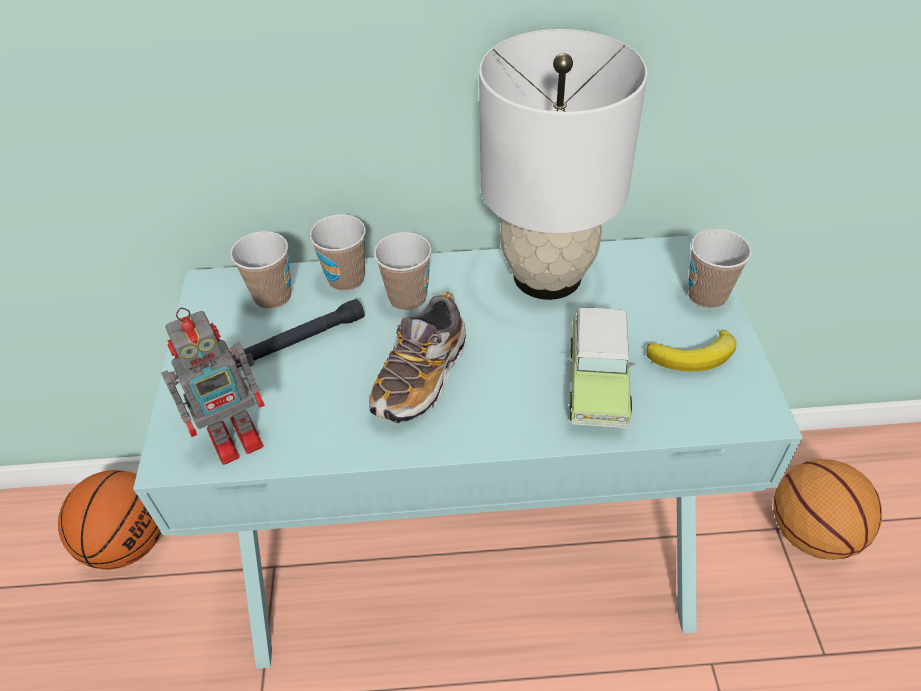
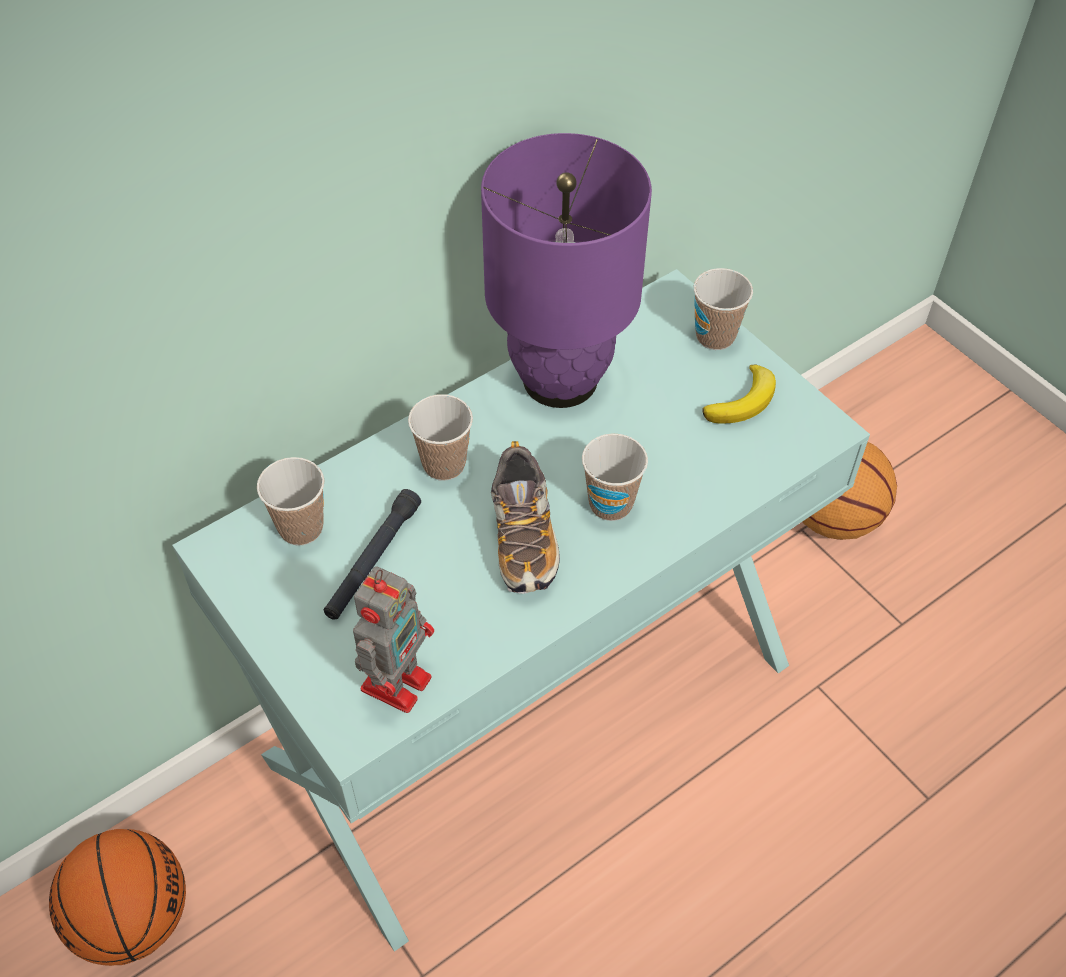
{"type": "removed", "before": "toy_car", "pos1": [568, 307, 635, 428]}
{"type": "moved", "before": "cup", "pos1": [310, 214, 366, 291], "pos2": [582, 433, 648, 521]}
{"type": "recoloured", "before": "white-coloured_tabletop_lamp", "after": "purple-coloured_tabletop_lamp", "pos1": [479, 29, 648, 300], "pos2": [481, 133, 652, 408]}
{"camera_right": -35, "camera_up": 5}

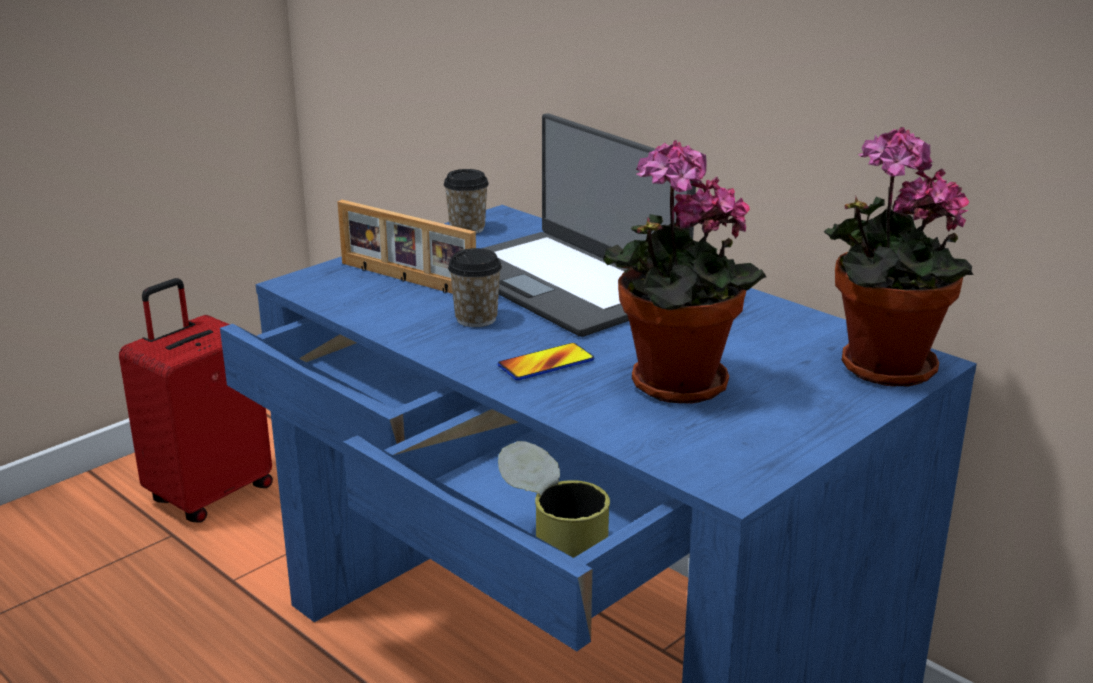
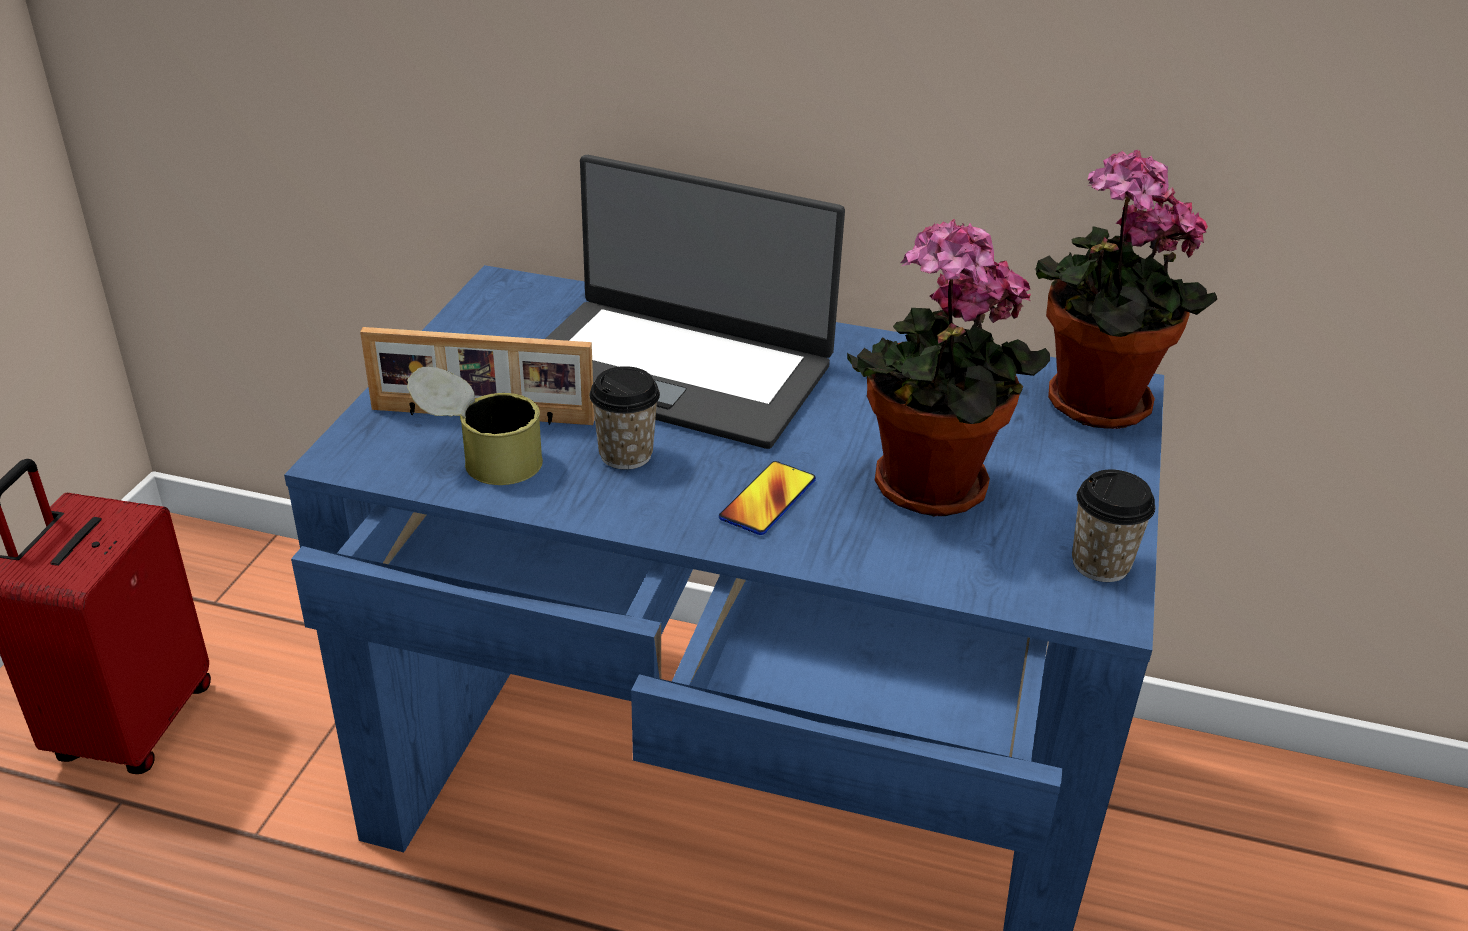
{"type": "moved", "before": "cup", "pos1": [444, 169, 489, 234], "pos2": [1072, 469, 1155, 582]}
{"type": "moved", "before": "sealed_can", "pos1": [498, 441, 610, 558], "pos2": [407, 366, 543, 485]}
{"camera_right": -30, "camera_up": 10}

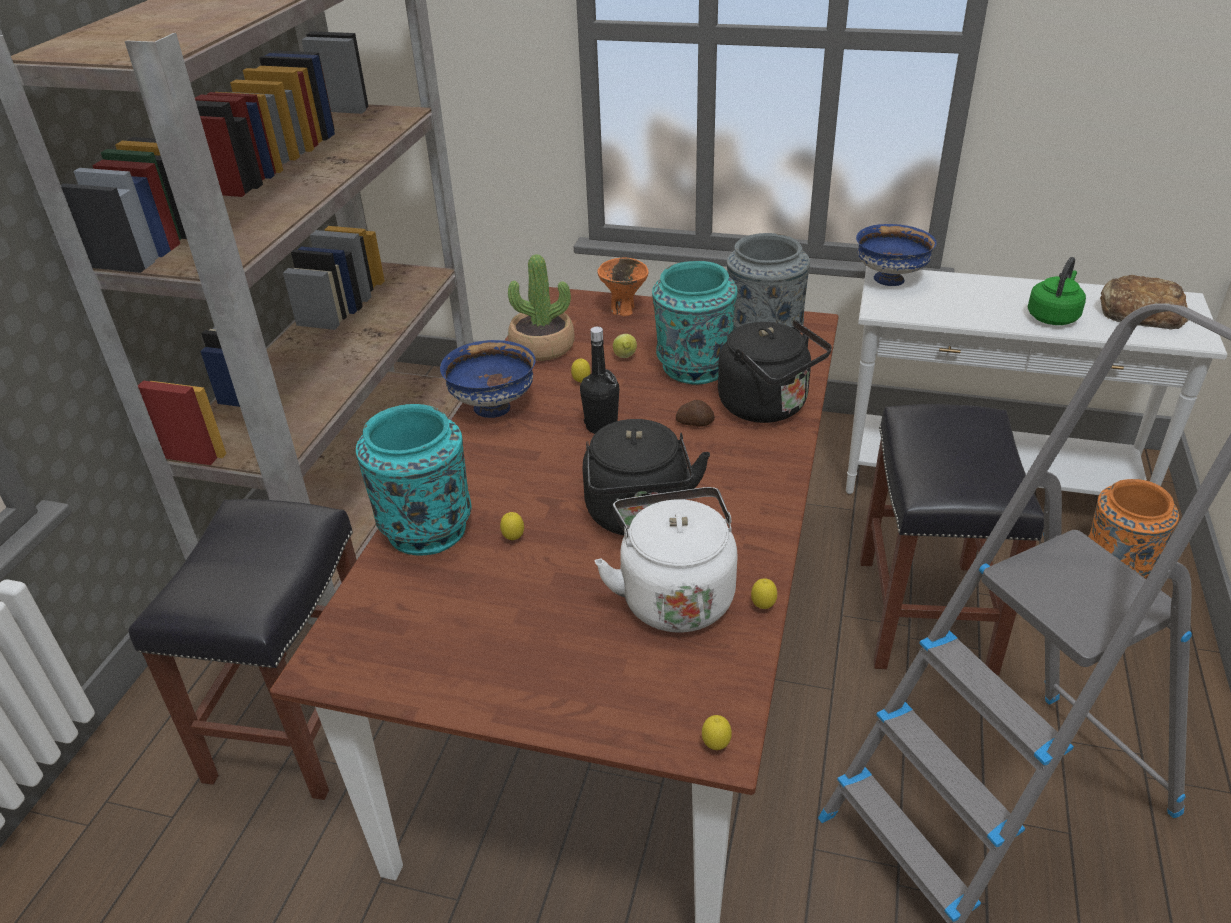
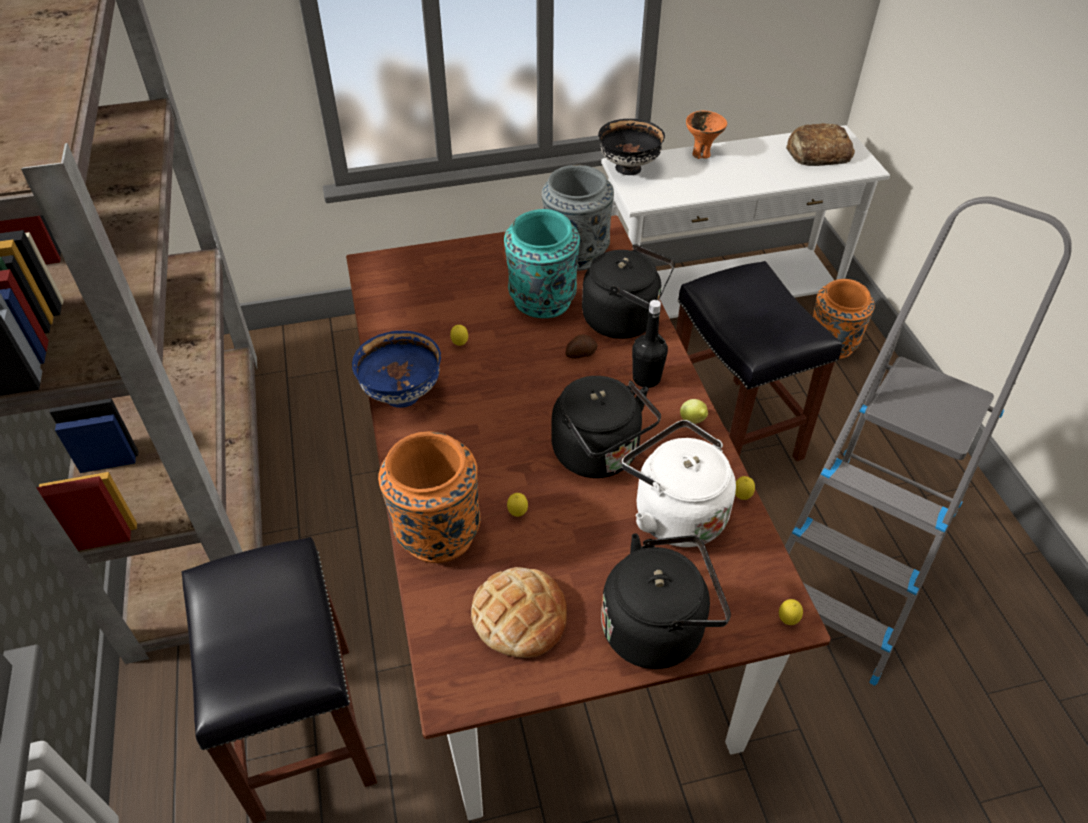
{"type": "removed", "before": "potted_plant", "pos1": [508, 254, 575, 361]}
{"type": "removed", "before": "green-coloured_tea_kettle", "pos1": [1028, 257, 1086, 325]}
{"type": "added", "after": "bakery_bread", "pos2": [471, 567, 567, 658]}
{"type": "added", "after": "black-coloured_tea_kettle", "pos2": [601, 533, 731, 669]}
{"type": "moved", "before": "black-coloured_bottle", "pos1": [580, 327, 619, 434], "pos2": [632, 300, 668, 388]}
{"type": "moved", "before": "orange-coloured_bowl", "pos1": [597, 258, 649, 317], "pos2": [686, 110, 727, 159]}
{"type": "moved", "before": "lemon", "pos1": [613, 334, 637, 358], "pos2": [680, 399, 708, 424]}
{"type": "recoloured", "before": "turquoise-coloured_vase", "after": "orange-coloured_vase", "pos1": [356, 404, 472, 555], "pos2": [378, 431, 481, 563]}
{"type": "recoloured", "before": "blue-coloured_bowl", "after": "black-coloured_bowl", "pos1": [856, 224, 937, 286], "pos2": [598, 119, 665, 175]}
{"camera_right": -30, "camera_up": 10}

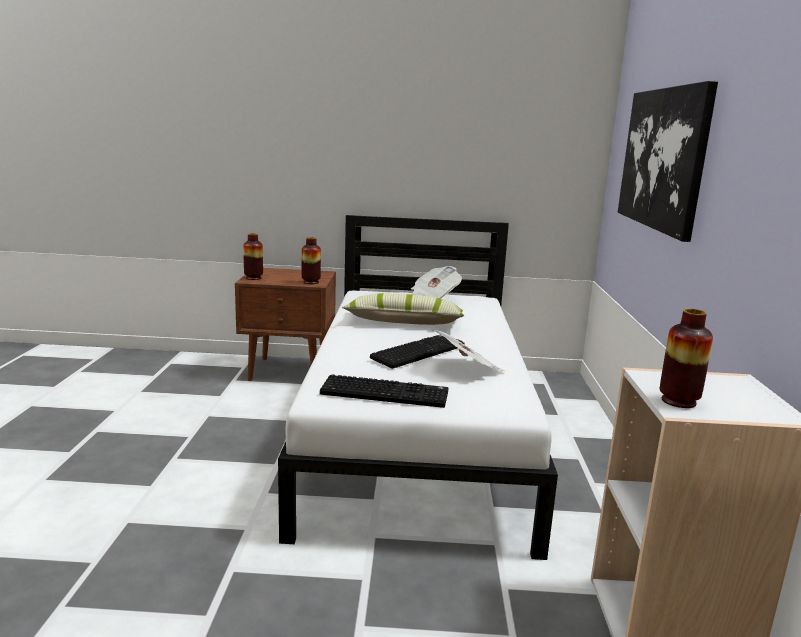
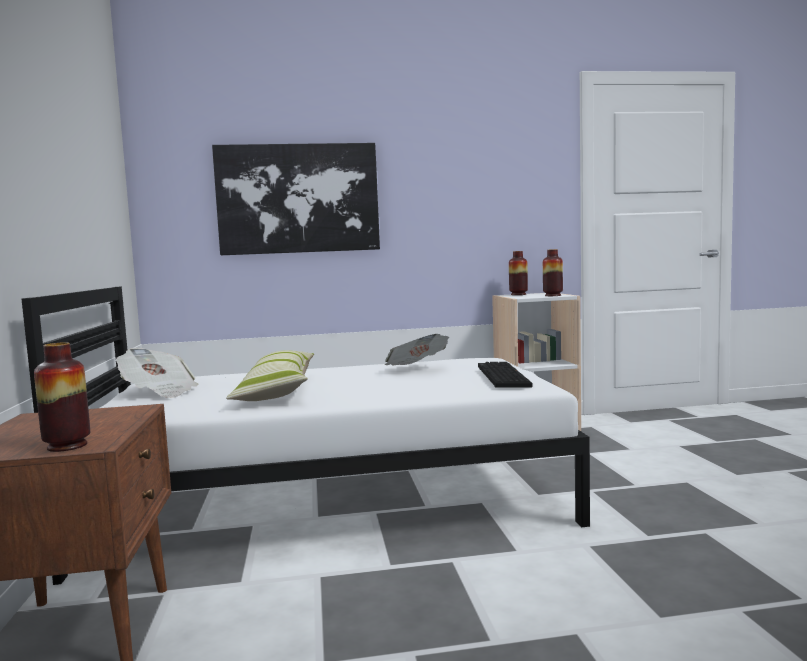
{"type": "removed", "before": "computer_keyboard", "pos1": [370, 335, 464, 369]}
{"type": "moved", "before": "vase", "pos1": [302, 237, 321, 284], "pos2": [509, 251, 528, 295]}
{"camera_right": -100, "camera_up": -10}

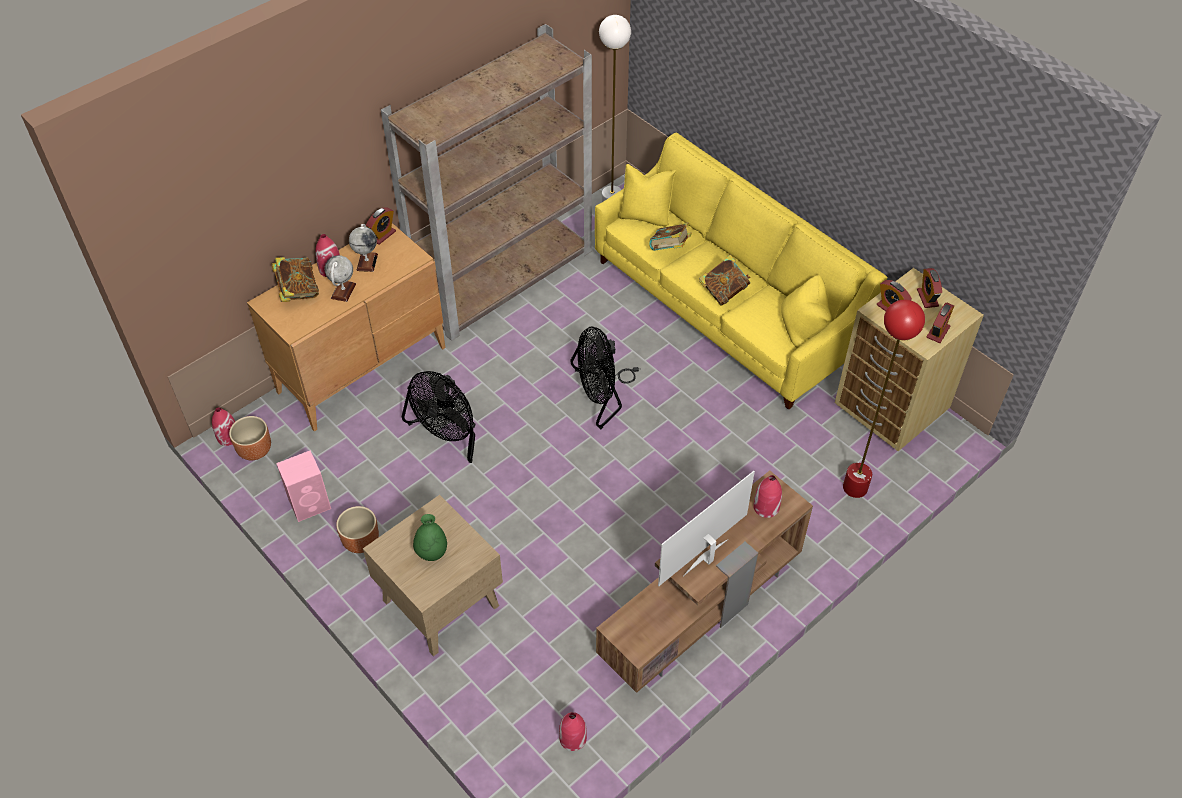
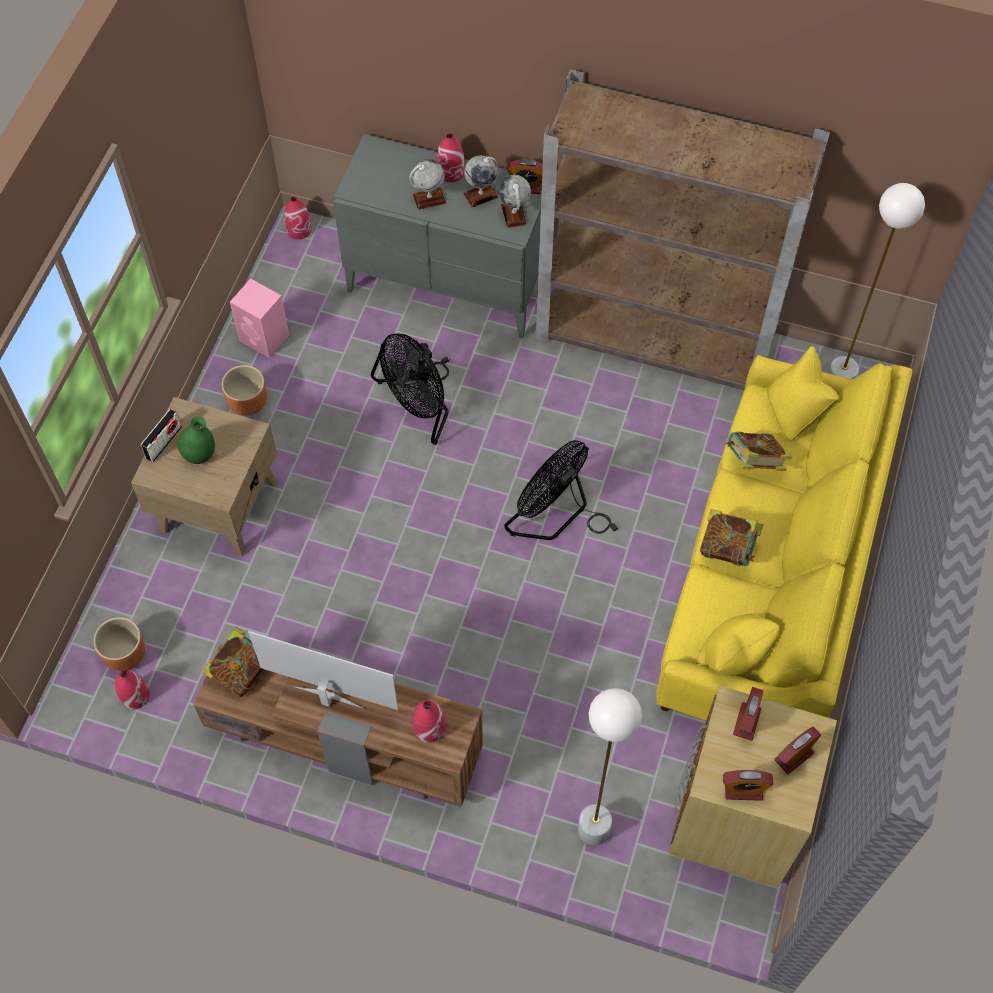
{"type": "added", "after": "radio", "pos2": [140, 409, 182, 462]}
{"type": "added", "after": "world_globe", "pos2": [498, 175, 531, 228]}
{"type": "moved", "before": "brownish_plant_pot", "pos1": [229, 416, 271, 460], "pos2": [93, 617, 145, 671]}
{"type": "moved", "before": "volume", "pos1": [271, 257, 319, 302], "pos2": [202, 627, 263, 697]}
{"type": "recoloured", "before": "brownish_cupboard", "after": "gray_cupboard", "pos1": [247, 223, 445, 432], "pos2": [333, 134, 542, 339]}
{"type": "recoloured", "before": "red_standard_lamp", "after": "white-coloured_standard_lamp", "pos1": [843, 299, 925, 498], "pos2": [578, 688, 642, 845]}
{"type": "turned", "before": "black-coloured_cooling_fan", "pos1": [402, 371, 476, 463], "pos2": [371, 334, 450, 445], "turn": -45}
{"camera_right": 60, "camera_up": 10}

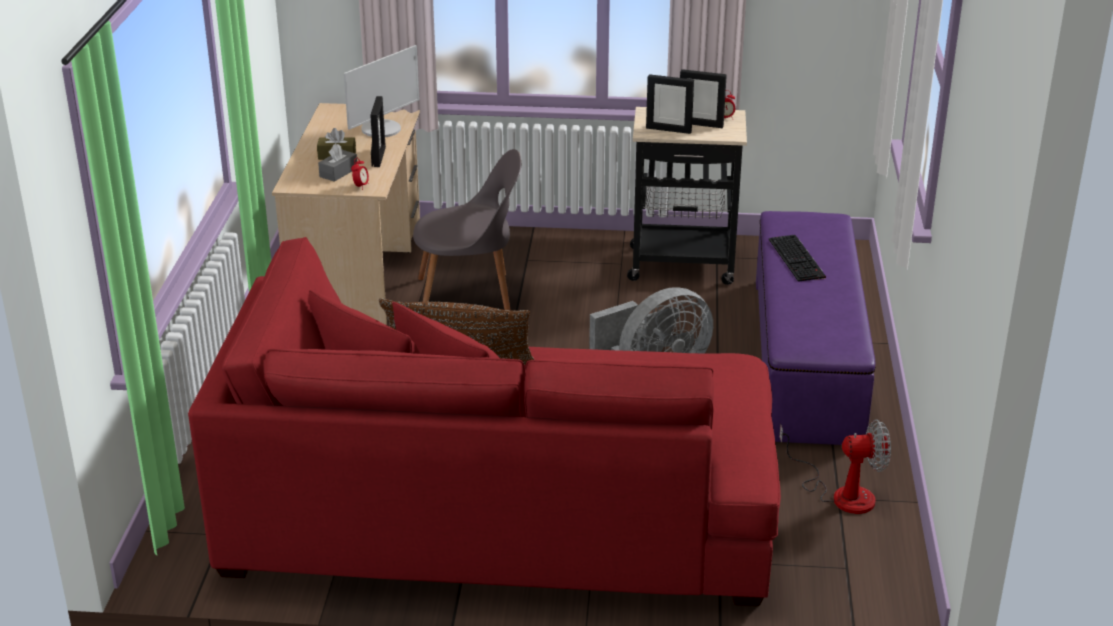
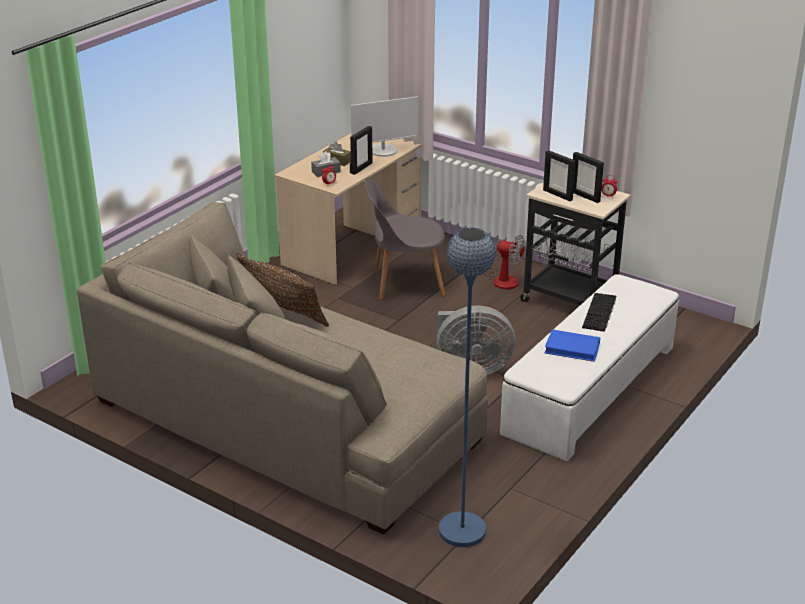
{"type": "added", "after": "blue-coloured_standard_lamp", "pos2": [439, 228, 496, 547]}
{"type": "added", "after": "blue-coloured_volume", "pos2": [545, 329, 600, 362]}
{"type": "moved", "before": "cooling_fan", "pos1": [779, 419, 891, 514], "pos2": [486, 234, 526, 290]}
{"type": "recoloured", "before": "red_couch", "after": "sand-coloured_couch", "pos1": [188, 237, 781, 606], "pos2": [77, 202, 488, 535]}
{"type": "recoloured", "before": "purple-coloured_indoor_bench", "after": "white-coloured_indoor_bench", "pos1": [756, 211, 876, 445], "pos2": [500, 274, 679, 461]}
{"type": "turned", "before": "gray_chair", "pos1": [413, 149, 521, 310], "pos2": [365, 178, 445, 300], "turn": 150}
{"camera_right": 30, "camera_up": 0}

